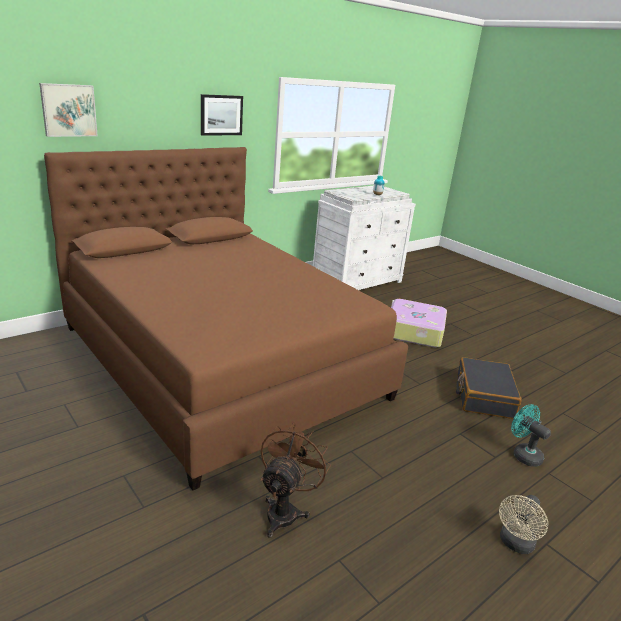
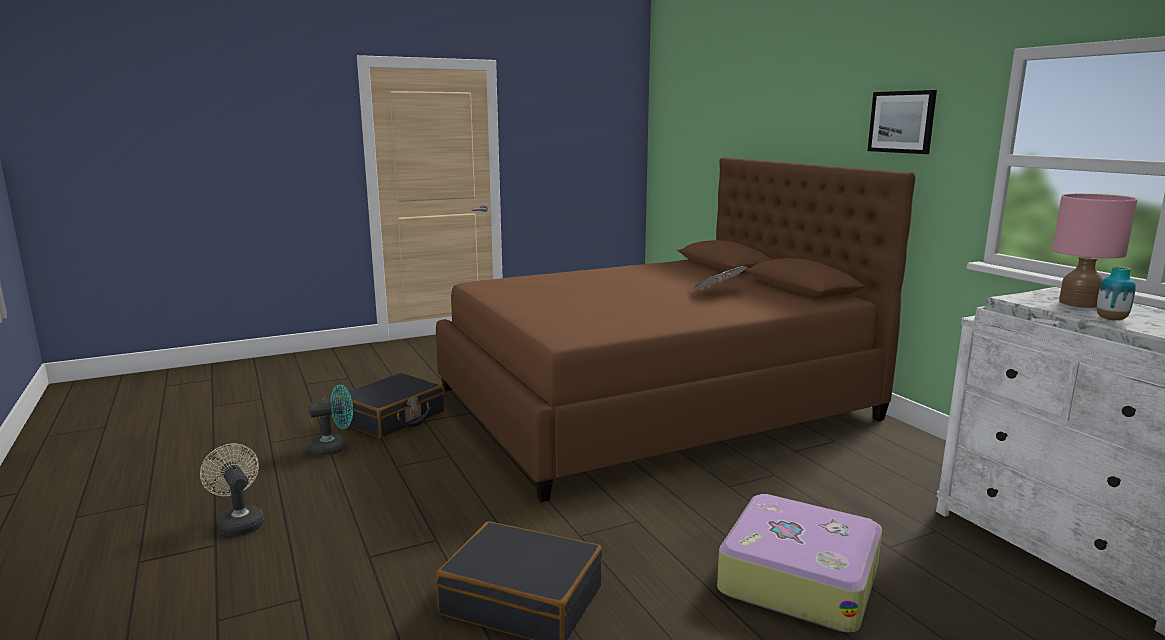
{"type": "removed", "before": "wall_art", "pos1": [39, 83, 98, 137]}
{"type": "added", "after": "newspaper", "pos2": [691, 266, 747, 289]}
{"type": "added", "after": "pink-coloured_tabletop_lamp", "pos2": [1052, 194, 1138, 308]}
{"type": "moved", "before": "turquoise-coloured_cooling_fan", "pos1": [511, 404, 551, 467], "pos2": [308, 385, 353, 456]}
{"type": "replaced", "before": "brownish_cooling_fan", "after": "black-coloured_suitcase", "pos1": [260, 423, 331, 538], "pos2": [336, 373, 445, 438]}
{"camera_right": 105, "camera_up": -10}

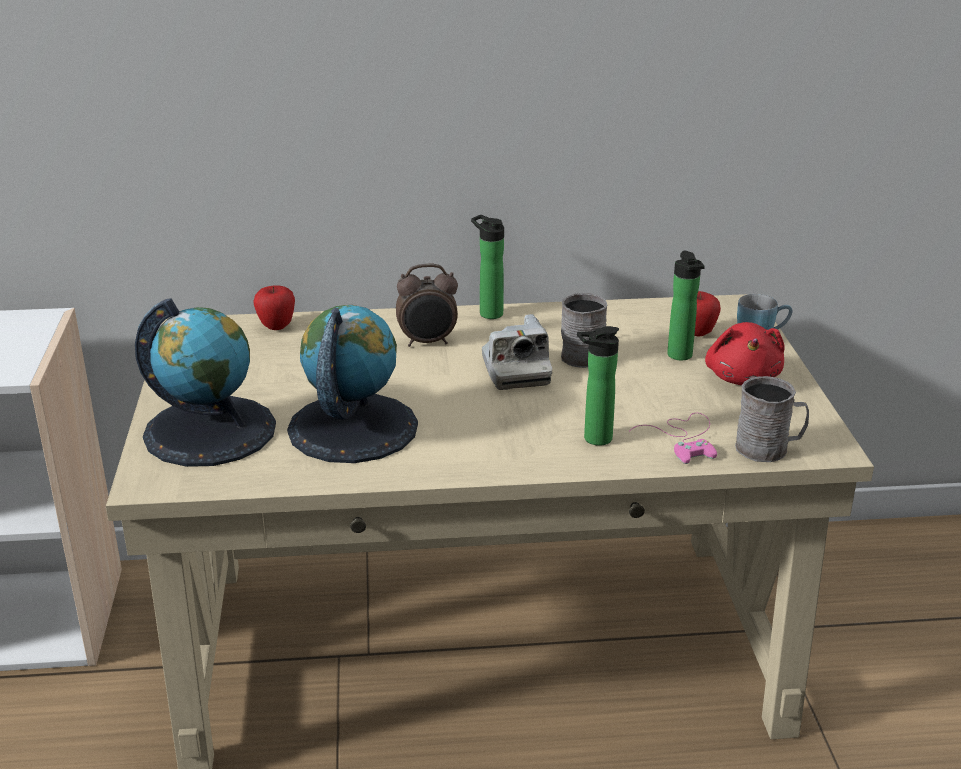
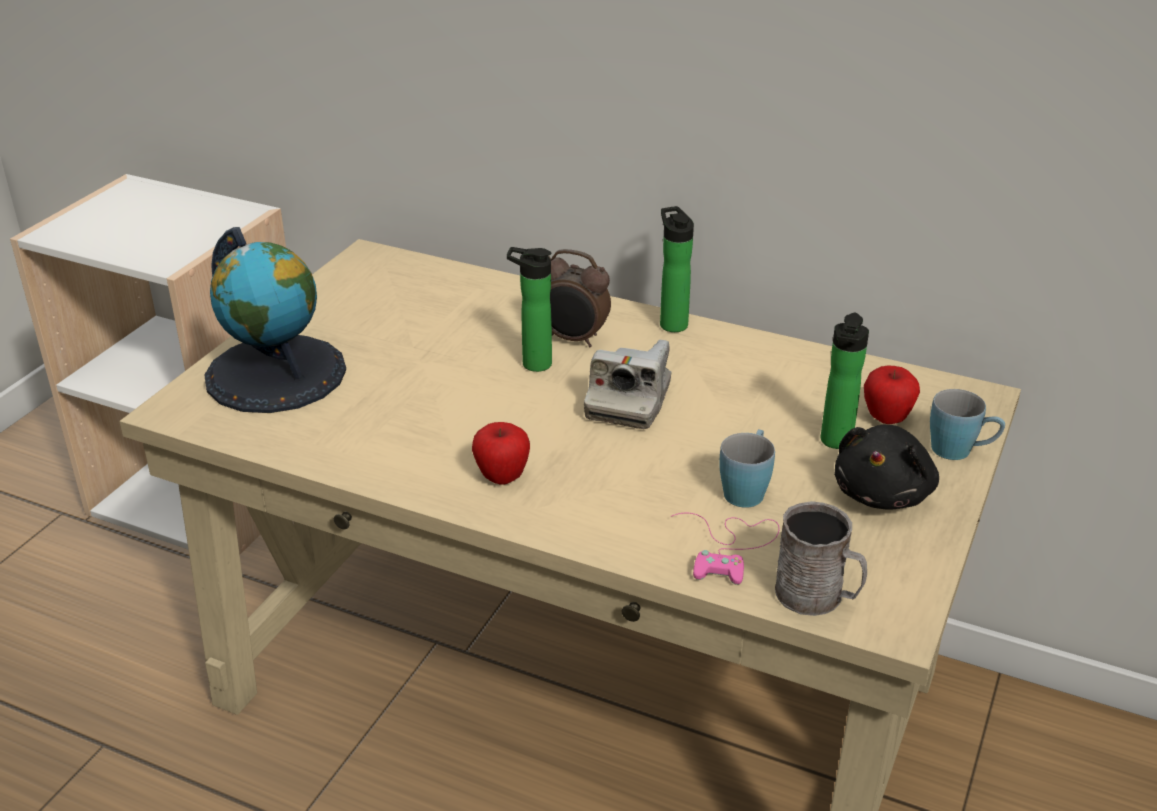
{"type": "removed", "before": "world_globe", "pos1": [287, 305, 418, 463]}
{"type": "removed", "before": "gray_coffee_mug", "pos1": [561, 293, 607, 368]}
{"type": "added", "after": "blue-coloured_coffee_mug", "pos2": [719, 429, 775, 508]}
{"type": "moved", "before": "whole_apple", "pos1": [253, 285, 295, 330], "pos2": [472, 422, 530, 485]}
{"type": "moved", "before": "bottle", "pos1": [577, 326, 619, 446], "pos2": [507, 247, 552, 372]}
{"type": "recoloured", "before": "red_cuddly_toy", "after": "black-coloured_cuddly_toy", "pos1": [705, 322, 785, 385], "pos2": [834, 425, 939, 509]}
{"camera_right": 30, "camera_up": 5}

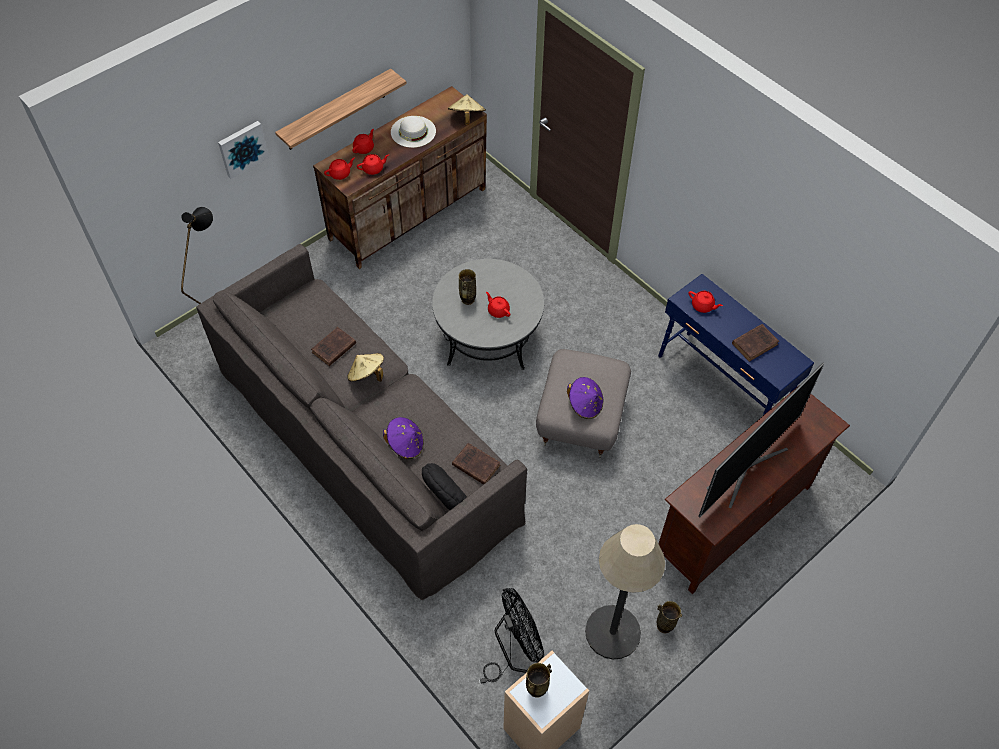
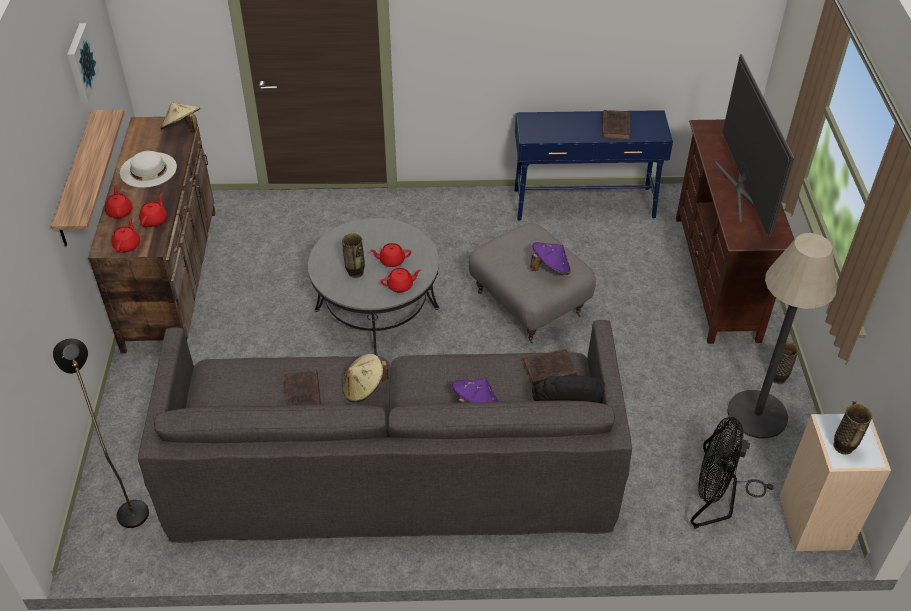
{"type": "moved", "before": "wall_art", "pos1": [218, 121, 269, 179], "pos2": [67, 23, 100, 102]}
{"type": "moved", "before": "red_teapot", "pos1": [689, 291, 723, 313], "pos2": [381, 268, 421, 293]}
{"type": "turned", "before": "black-coloured_cooling_fan", "pos1": [479, 588, 544, 683], "pos2": [691, 417, 774, 529], "turn": -90}
{"camera_right": -50, "camera_up": -10}

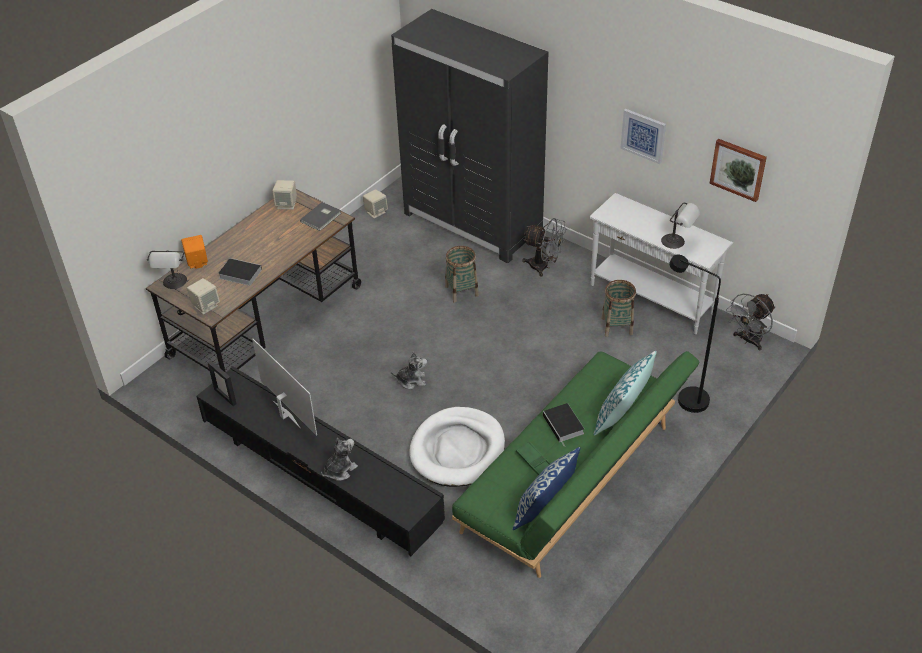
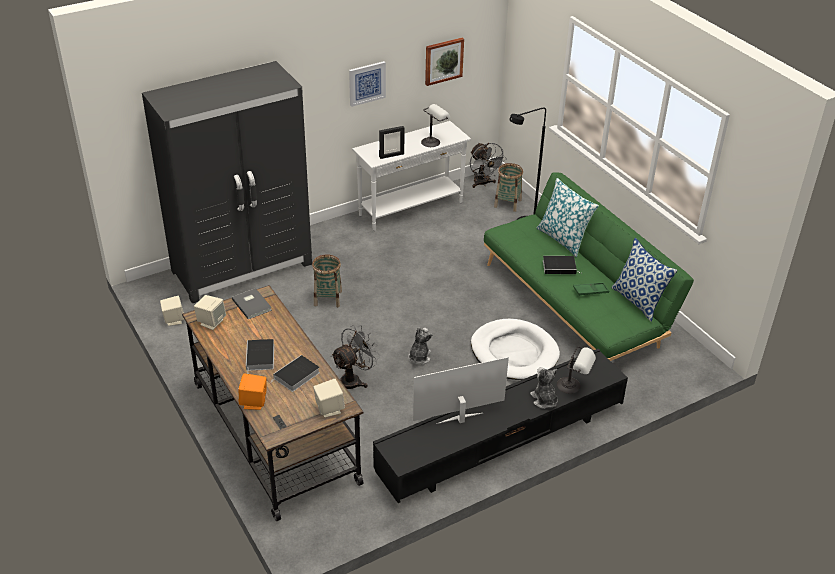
{"type": "added", "after": "volume", "pos2": [246, 339, 274, 373]}
{"type": "moved", "before": "tabletop_lamp", "pos1": [147, 250, 187, 289], "pos2": [557, 347, 596, 394]}
{"type": "moved", "before": "photo_frame", "pos1": [207, 361, 237, 406], "pos2": [379, 126, 405, 159]}
{"type": "moved", "before": "gray_cooling_fan", "pos1": [522, 218, 566, 277], "pos2": [331, 325, 380, 389]}
{"type": "moved", "before": "storage_basket", "pos1": [601, 280, 636, 337], "pos2": [494, 163, 523, 212]}
{"camera_right": -70, "camera_up": -5}

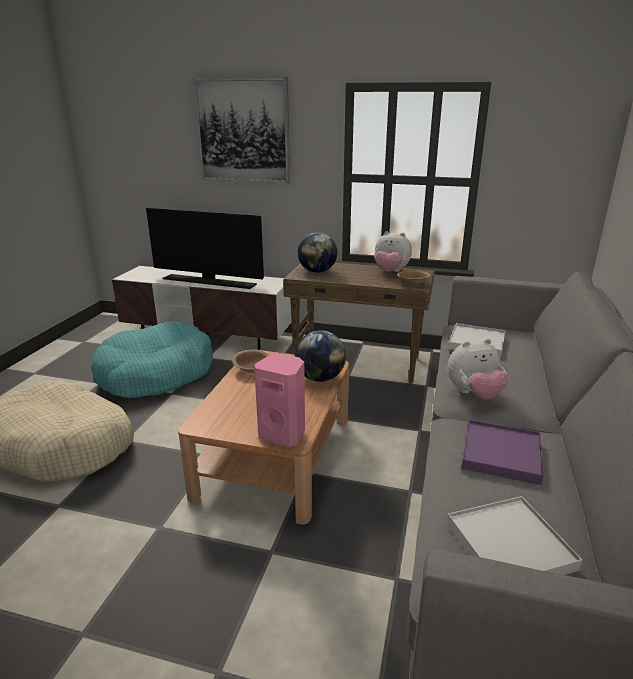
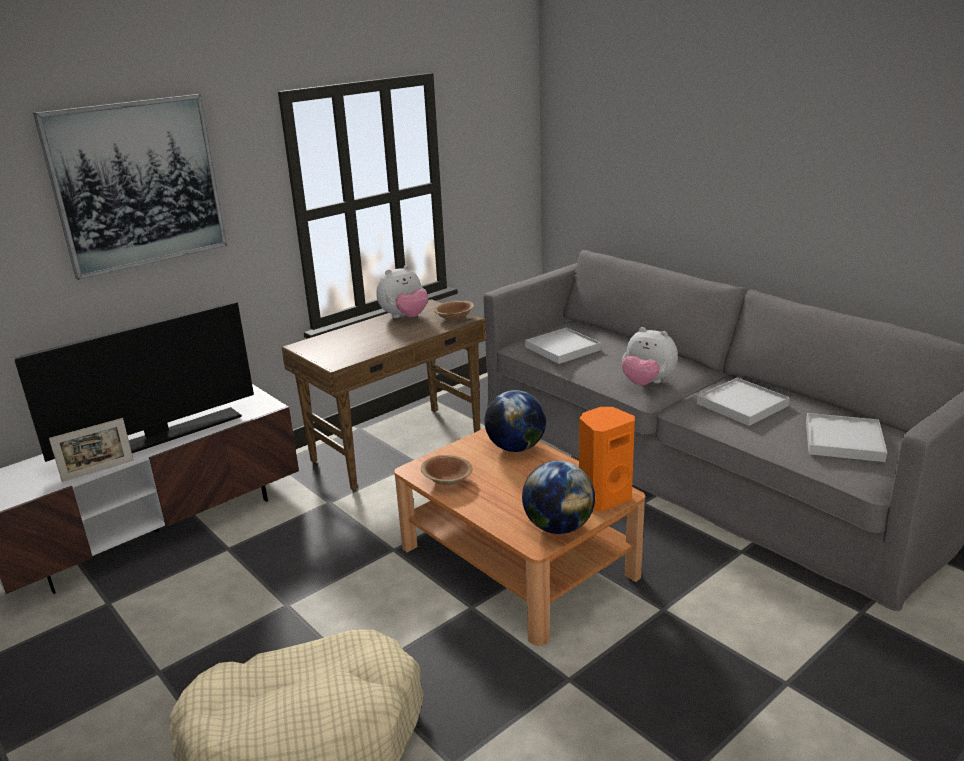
{"type": "removed", "before": "turquoise-coloured_dog_bed", "pos1": [91, 321, 213, 398]}
{"type": "added", "after": "photo_frame", "pos2": [49, 418, 134, 482]}
{"type": "moved", "before": "world_globe", "pos1": [298, 232, 337, 273], "pos2": [522, 461, 595, 534]}
{"type": "recoloured", "before": "pink-coloured_loudspeaker", "after": "orange-coloured_loudspeaker", "pos1": [254, 354, 305, 447], "pos2": [579, 407, 635, 512]}
{"type": "recoloured", "before": "purple-coloured_tray", "after": "white-coloured_tray", "pos1": [461, 419, 544, 485], "pos2": [697, 378, 790, 426]}
{"type": "turned", "before": "cuddly_toy", "pos1": [447, 339, 508, 400], "pos2": [622, 327, 678, 385], "turn": 105}
{"camera_right": -55, "camera_up": 0}

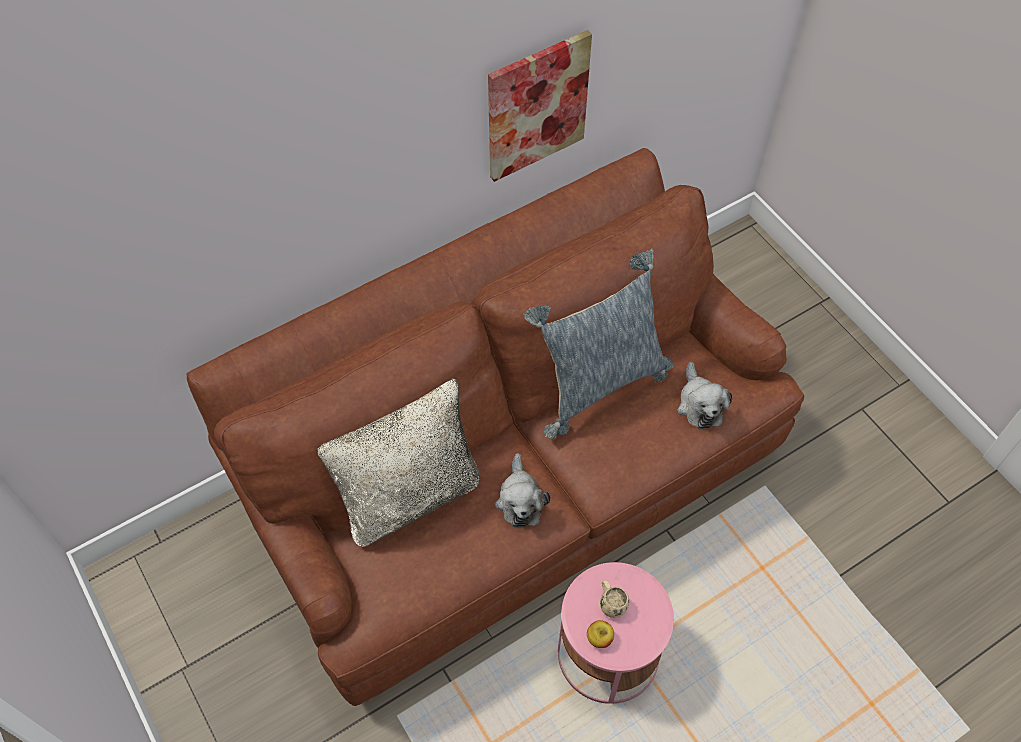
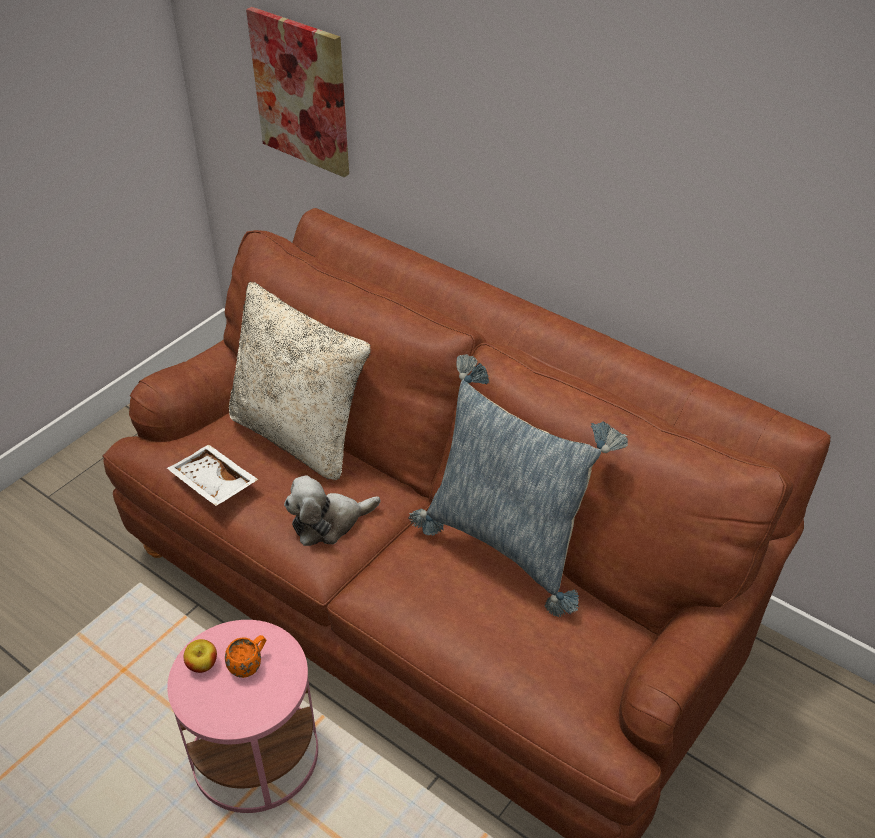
{"type": "removed", "before": "cuddly_toy", "pos1": [677, 362, 732, 429]}
{"type": "added", "after": "white-coloured_tray", "pos2": [167, 444, 259, 506]}
{"type": "moved", "before": "wall_art", "pos1": [488, 30, 592, 182], "pos2": [246, 7, 349, 177]}
{"type": "recoloured", "before": "sand-coloured_coffee_mug", "after": "orange-coloured_coffee_mug", "pos1": [600, 580, 629, 618], "pos2": [225, 635, 266, 678]}
{"camera_right": 70, "camera_up": -15}

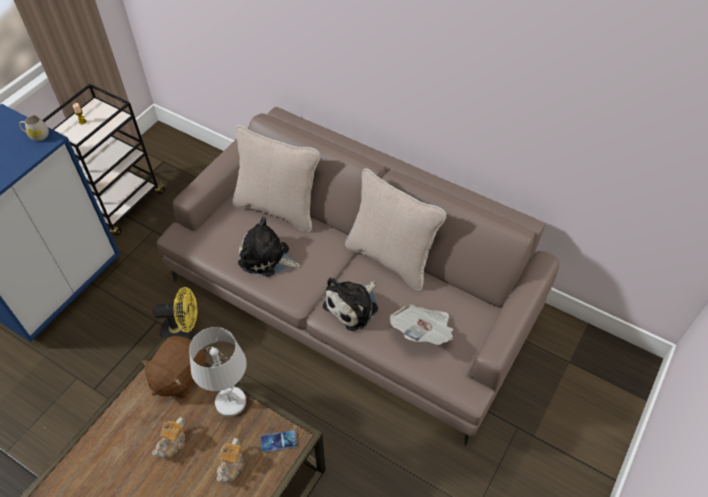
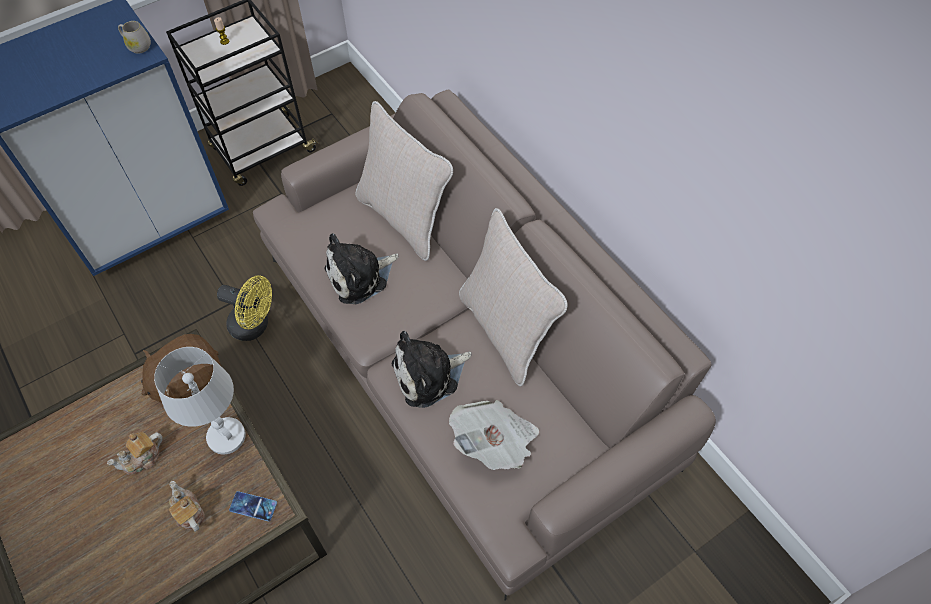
{"type": "turned", "before": "teapot", "pos1": [217, 438, 244, 483], "pos2": [169, 481, 205, 532], "turn": 105}
{"type": "turned", "before": "cuddly_toy", "pos1": [238, 217, 301, 277], "pos2": [324, 233, 398, 304], "turn": -75}
{"camera_right": 25, "camera_up": 5}

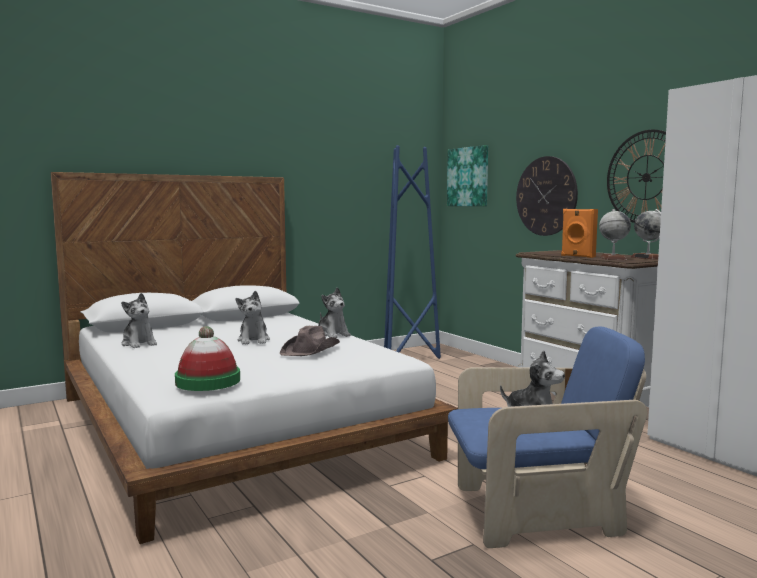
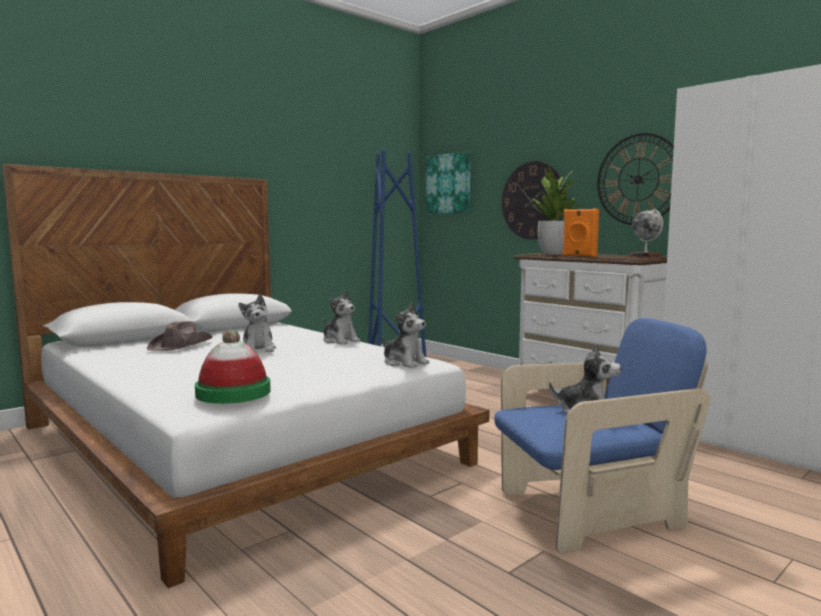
{"type": "removed", "before": "world_globe", "pos1": [599, 209, 631, 260]}
{"type": "added", "after": "potted_plant", "pos2": [526, 165, 583, 254]}
{"type": "moved", "before": "cuddly_toy", "pos1": [121, 293, 157, 348], "pos2": [381, 303, 430, 368]}
{"type": "moved", "before": "brownish_hat", "pos1": [280, 326, 340, 356], "pos2": [147, 321, 212, 350]}
{"camera_right": -10, "camera_up": 0}

